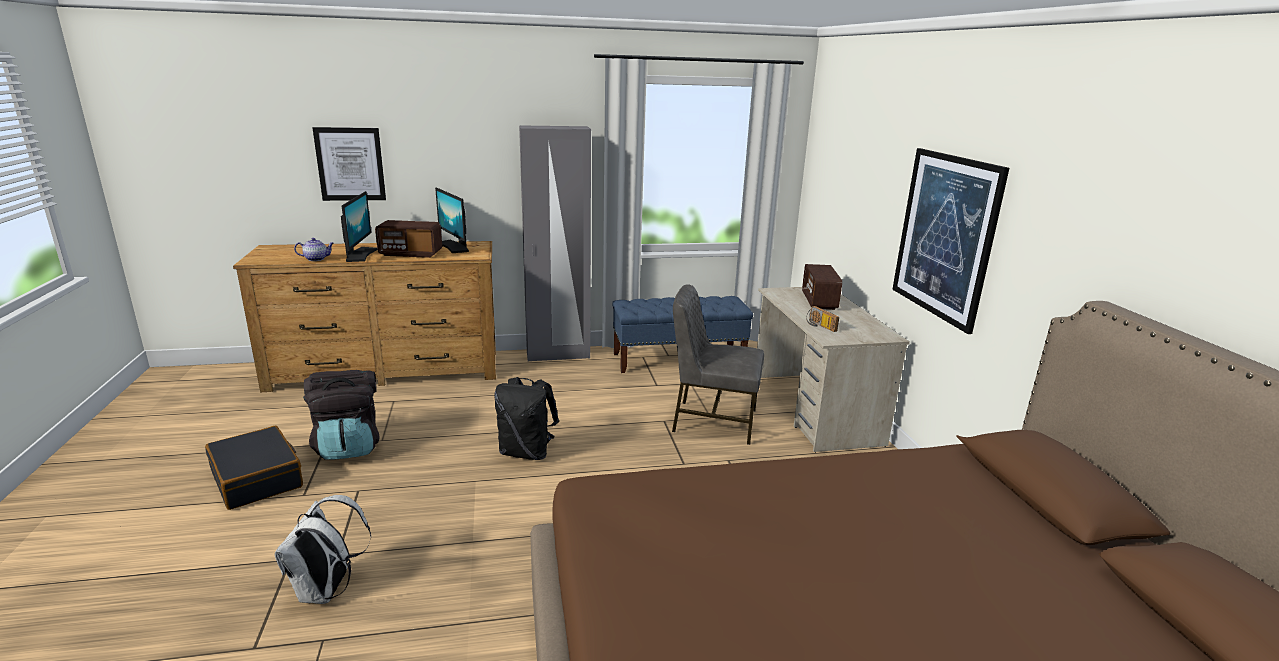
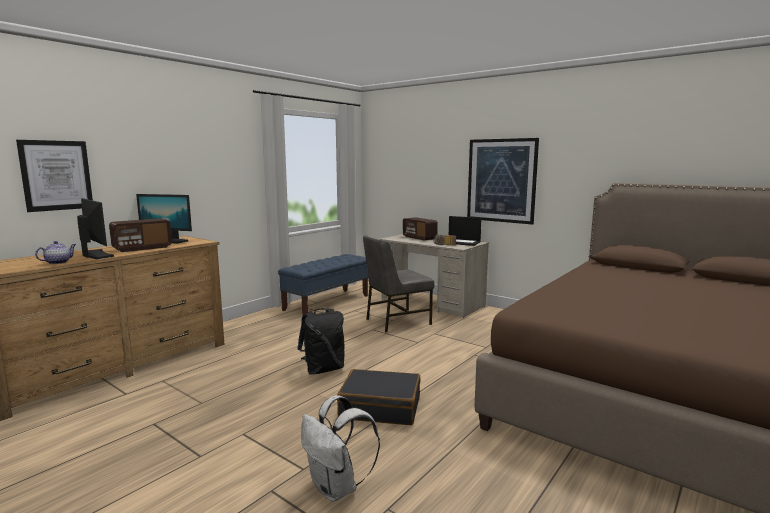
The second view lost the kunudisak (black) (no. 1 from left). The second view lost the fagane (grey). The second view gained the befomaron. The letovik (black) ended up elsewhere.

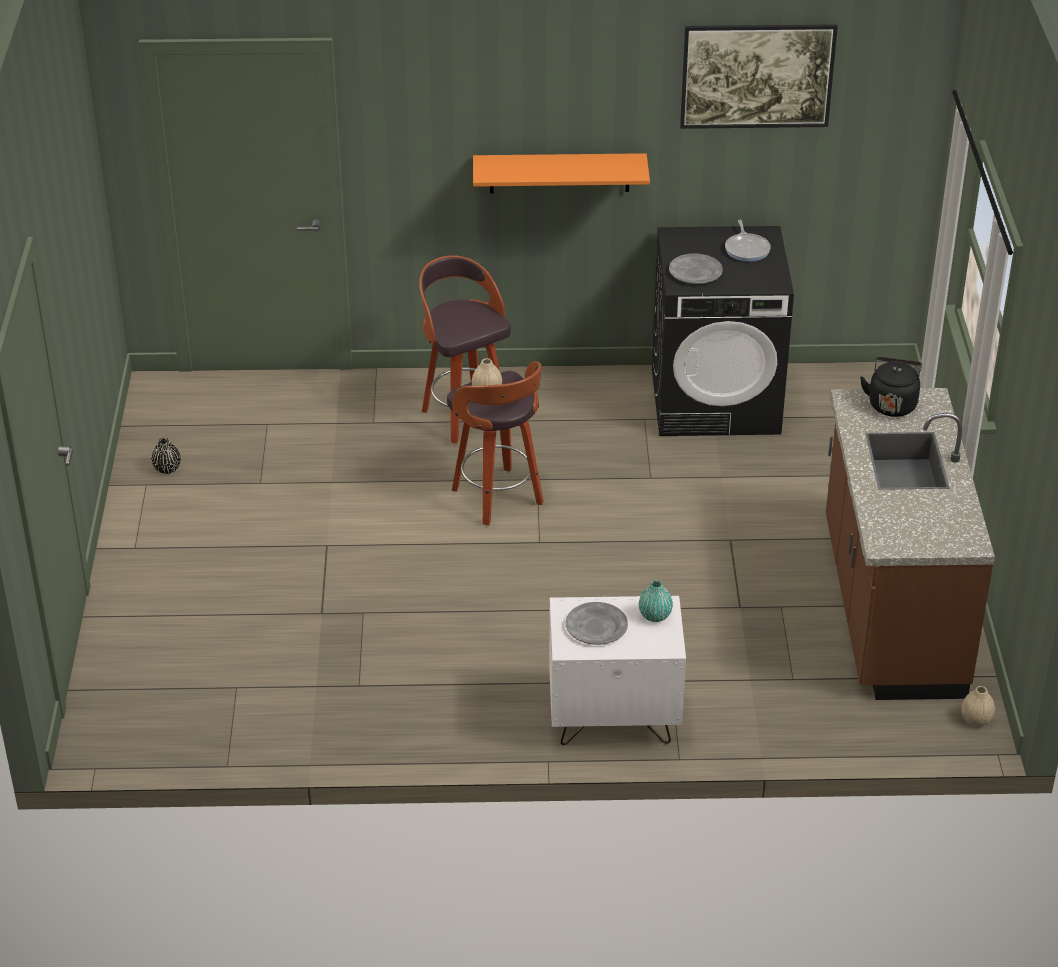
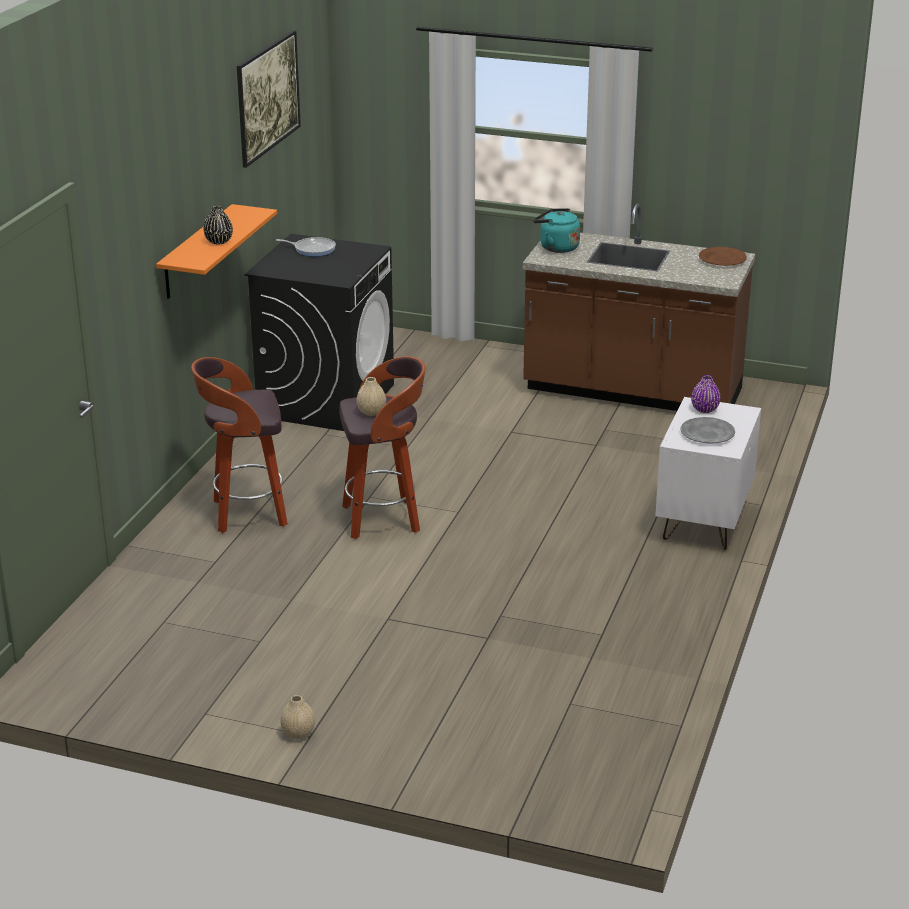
The second view lost the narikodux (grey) (no. 2 from left). The second view gained the narikodux (brown). The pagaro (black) ended up elsewhere. The pagaro (beige) (no. 2 from left in the first image) ended up elsewhere. What was the pagaro (turquoise) turned into the pagaro (purple). What was the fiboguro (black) turned into the fiboguro (turquoise).

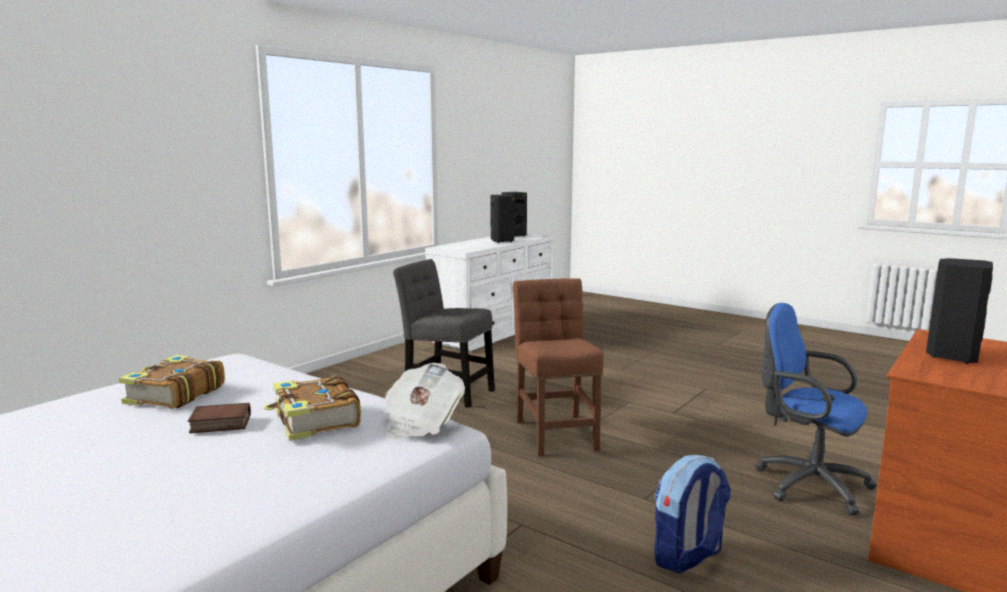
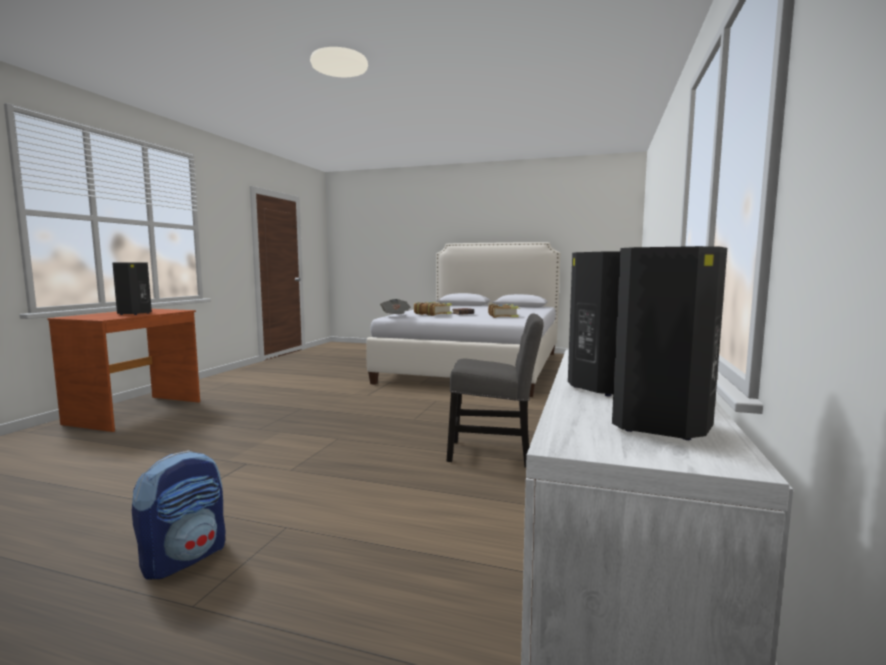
The second view lost the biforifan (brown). The second view lost the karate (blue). The kunudisak ended up elsewhere.

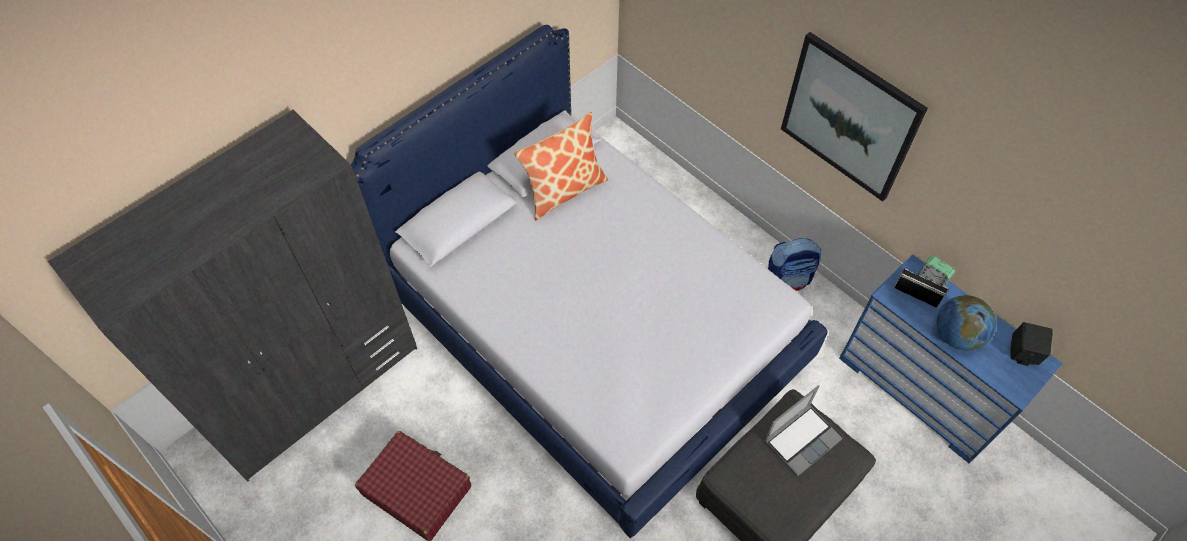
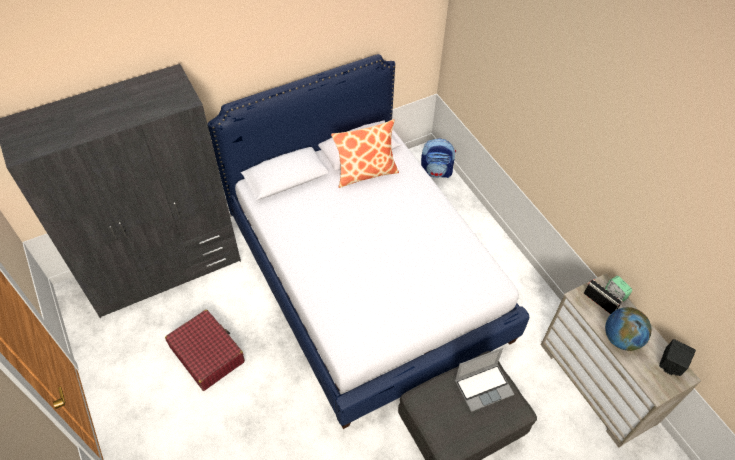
The second view lost the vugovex. The kunudisak ended up elsewhere. What was the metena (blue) turned into the metena (beige).

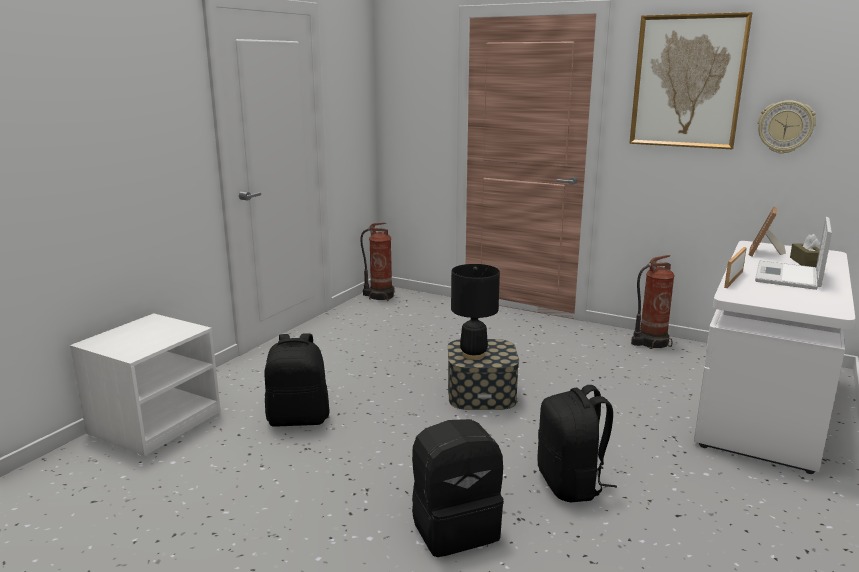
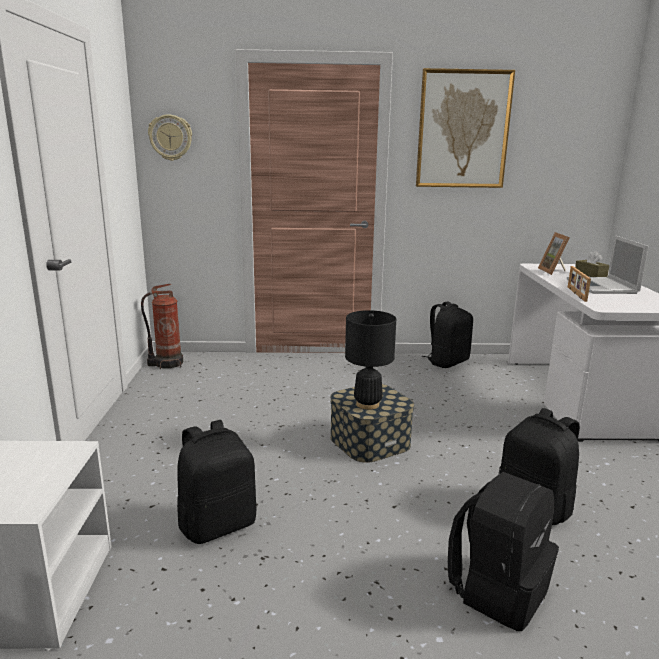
The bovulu ended up elsewhere. Where the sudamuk (no. 2 from left) stood, the kunudisak (black) (no. 2 from left) came to stand.

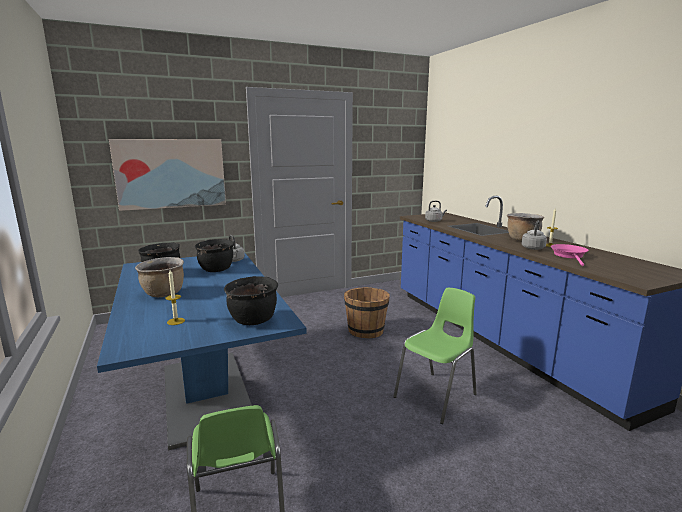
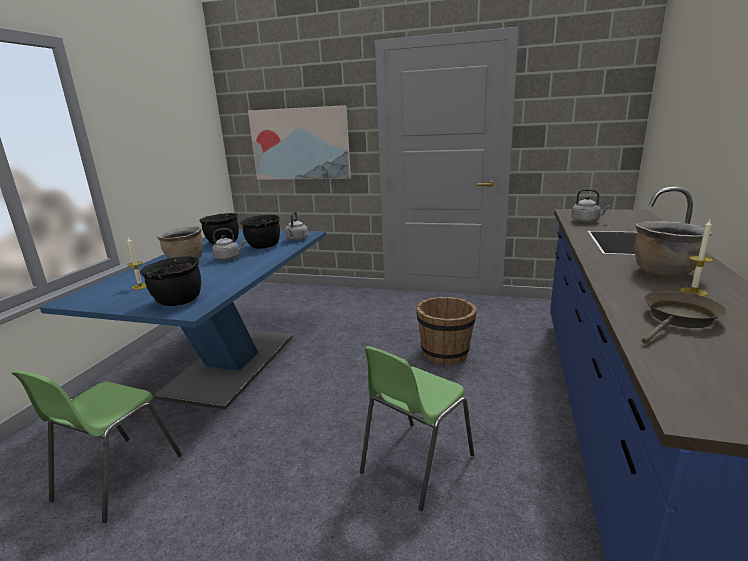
The fiboguro (grey) (no. 3 from left in the first image) ended up elsewhere. What was the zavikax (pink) turned into the zavikax (brown). The biforifan (green) (no. 2 from left) ended up facing another way, 135 degrees clockwise from before.

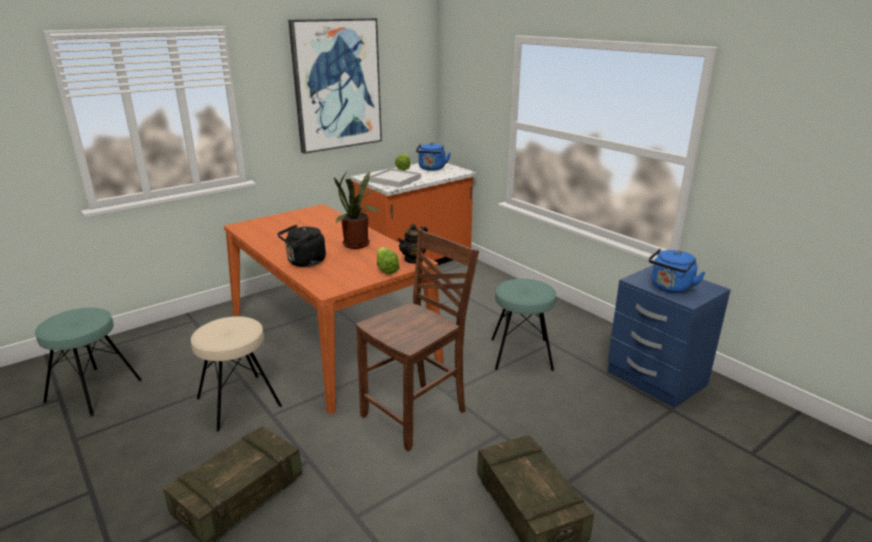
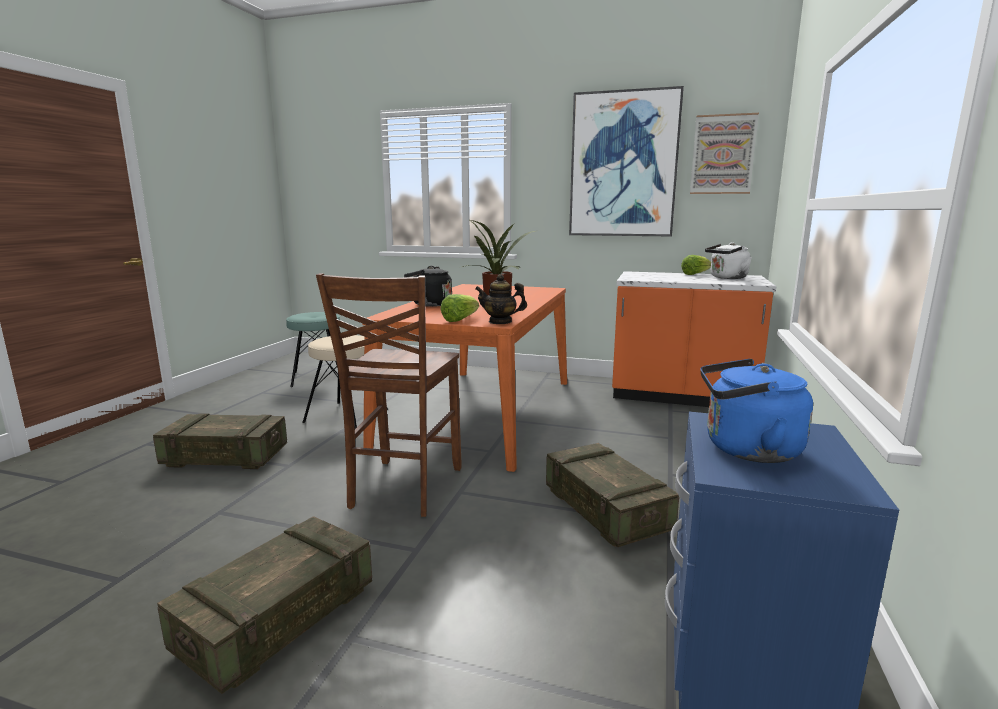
The second view lost the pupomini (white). The second view gained the vugovex (no. 2 from left). Where the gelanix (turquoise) (no. 2 from left) stood, the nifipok (no. 3 from left) came to stand. What was the fiboguro (blue) (no. 1 from left) turned into the fiboguro (white). The biforifan (brown) ended up facing another way, 90 degrees clockwise from before.

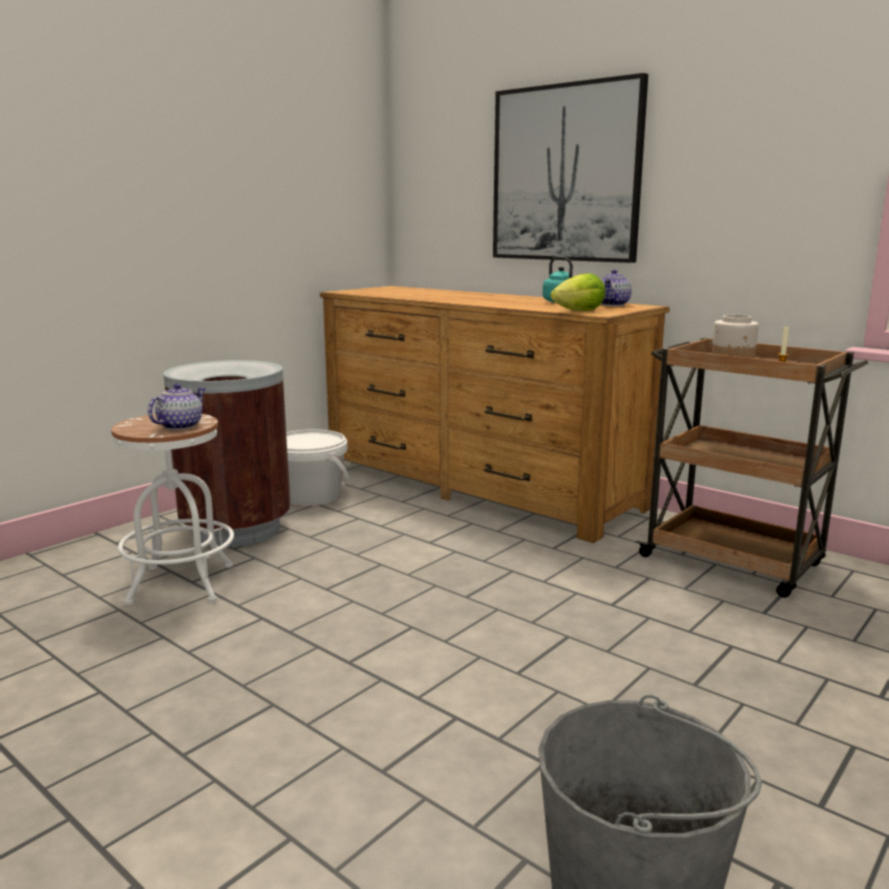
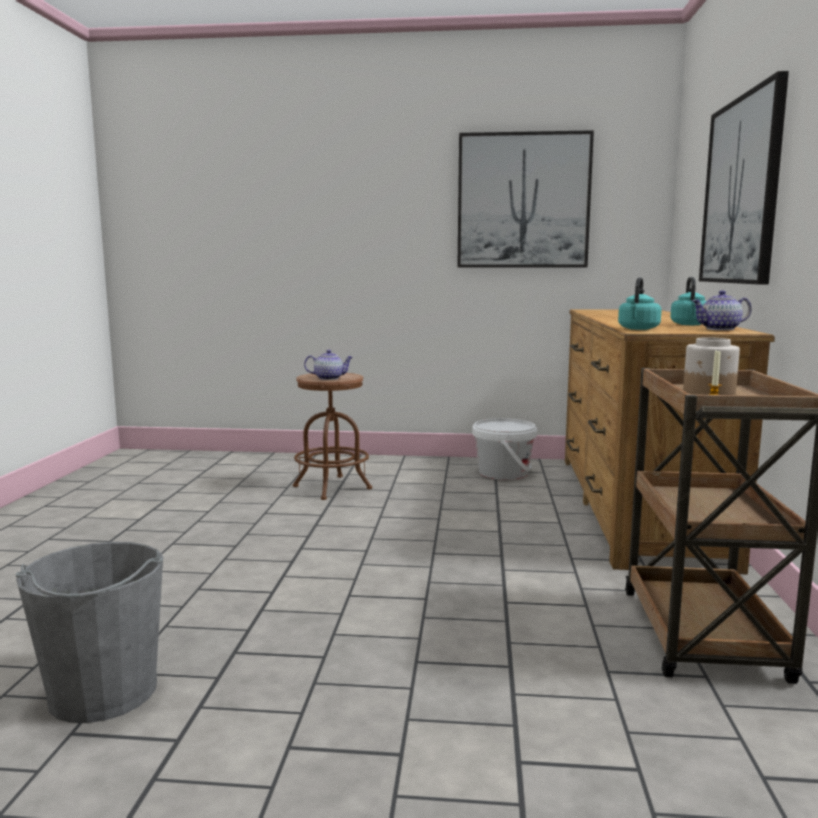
The second view lost the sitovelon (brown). The second view gained the vugovex (no. 1 from left). Where the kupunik stood, the fiboguro (turquoise) (no. 1 from left) came to stand. What was the gelanix (white) turned into the gelanix (brown).

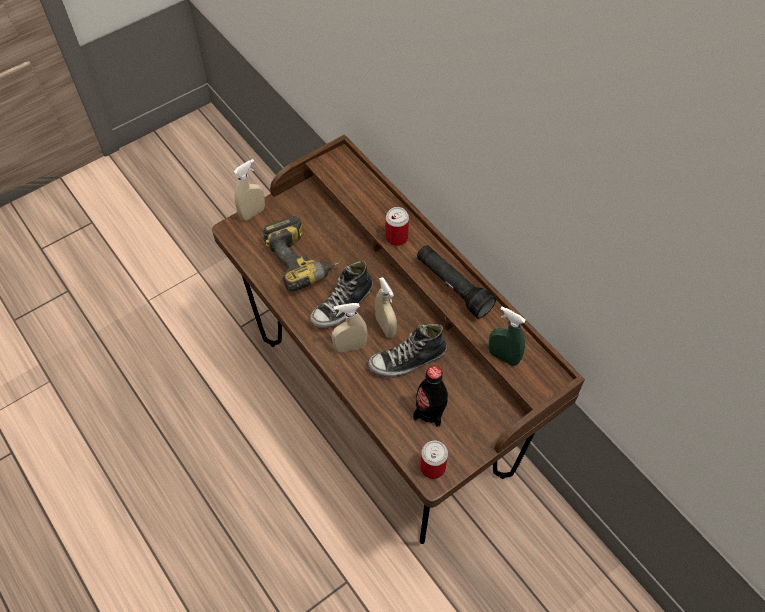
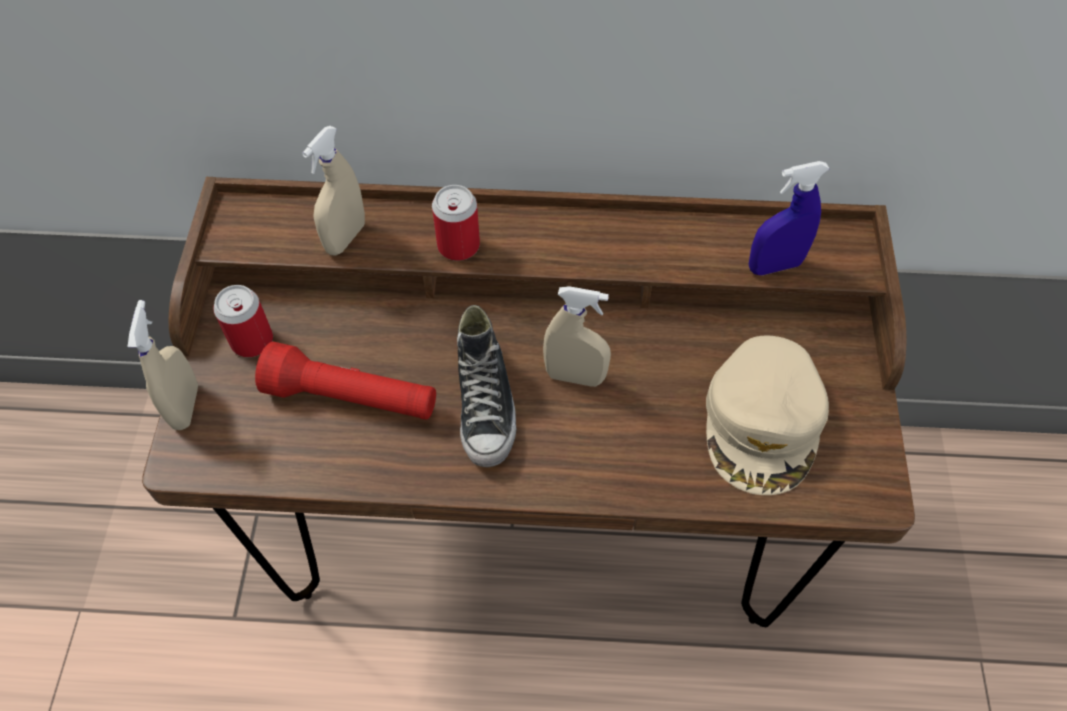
The second view lost the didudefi (no. 2 from left). The second view lost the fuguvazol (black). The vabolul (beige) (no. 2 from left) ended up elsewhere. The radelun (no. 2 from left in the first image) ended up elsewhere. Where the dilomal stood, the fuguvazol (red) came to stand. Where the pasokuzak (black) stood, the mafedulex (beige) came to stand. What was the vabolul (green) turned into the vabolul (blue).

